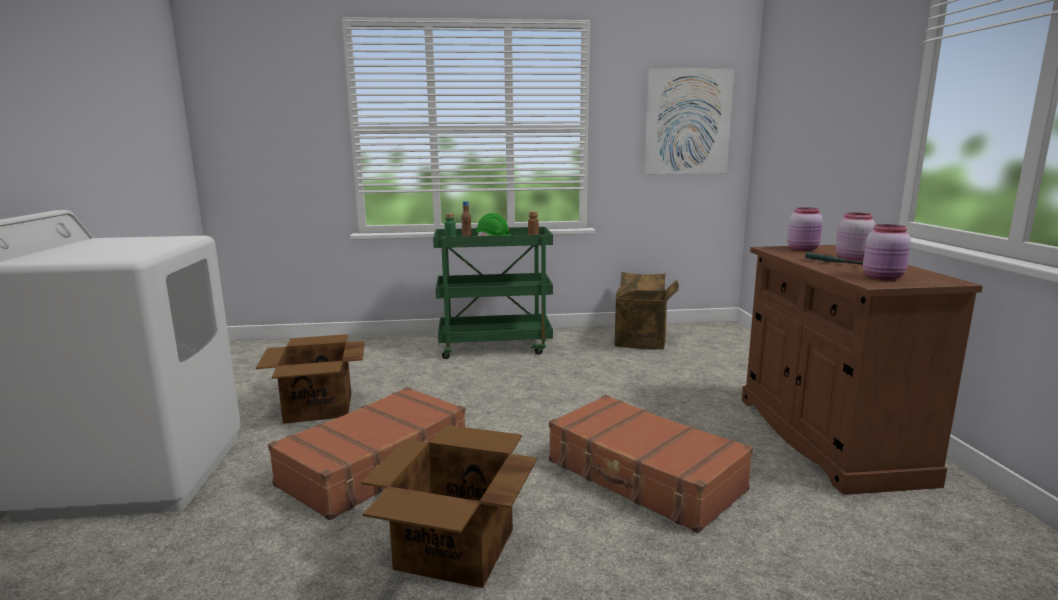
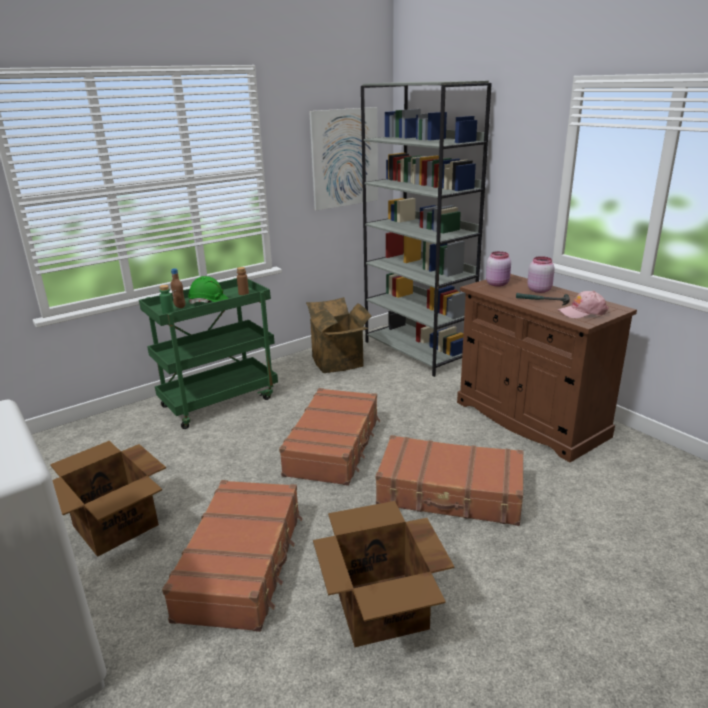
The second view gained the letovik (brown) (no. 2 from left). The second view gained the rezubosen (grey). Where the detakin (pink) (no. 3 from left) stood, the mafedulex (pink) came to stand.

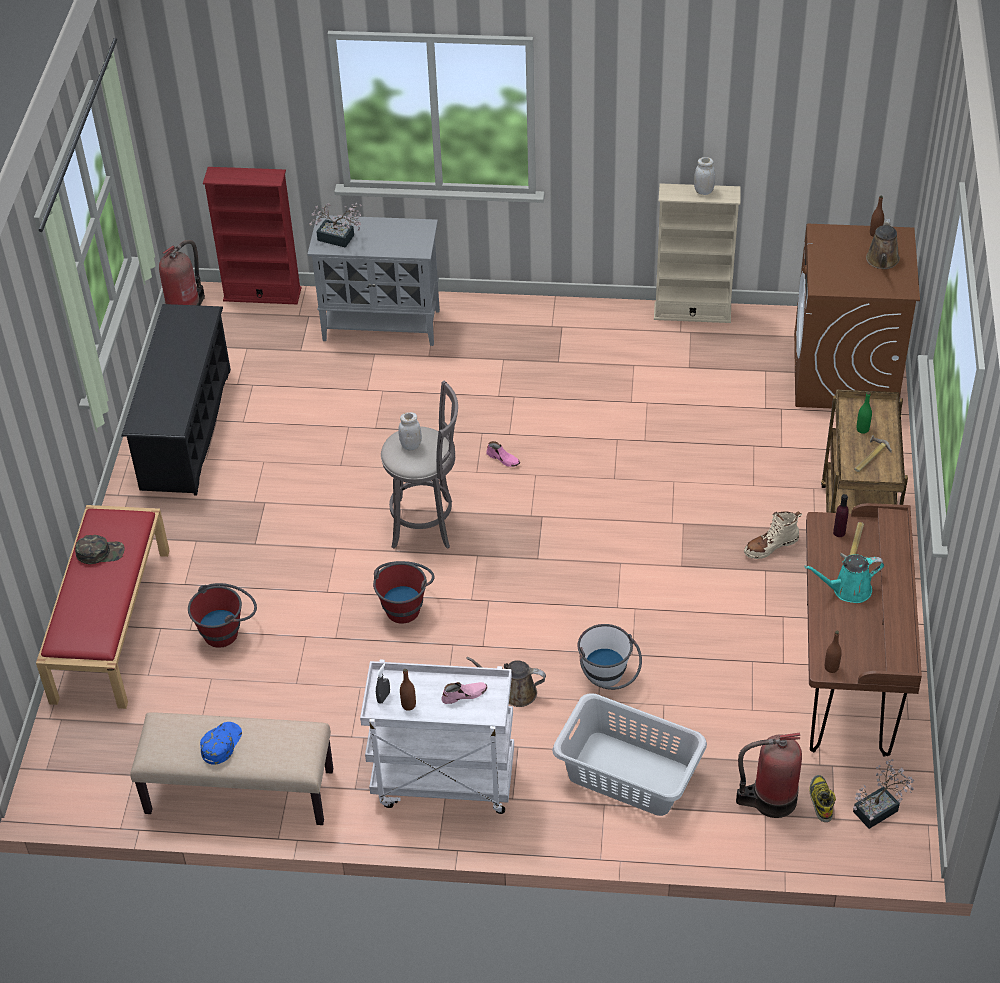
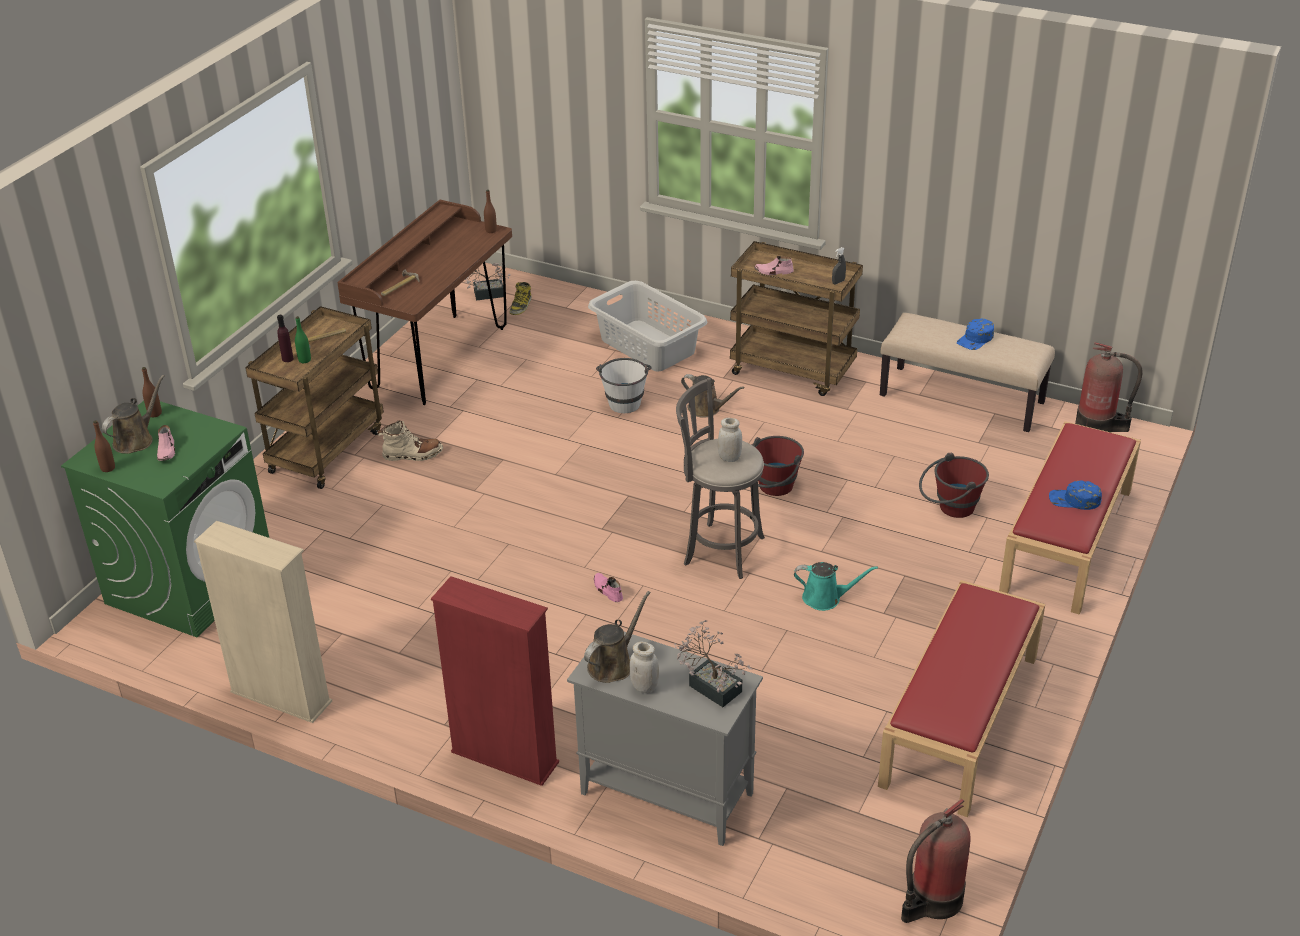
The second view gained the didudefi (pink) (no. 1 from left). The second view gained the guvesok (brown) (no. 2 from left). The rezubosen (red) ended up elsewhere. The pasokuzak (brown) (no. 1 from left in the first image) ended up elsewhere. The detakin (white) (no. 2 from left in the first image) ended up elsewhere. The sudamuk (no. 2 from left) ended up elsewhere. The guvesok (turquoise) ended up elsewhere. The pasokuzak (purple) ended up elsewhere. Where the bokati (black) stood, the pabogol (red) (no. 1 from left) came to stand. What was the mafedulex (green) turned into the mafedulex (blue) (no. 2 from left). What was the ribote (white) turned into the ribote (brown) (no. 2 from left). What was the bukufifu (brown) turned into the bukufifu (green).

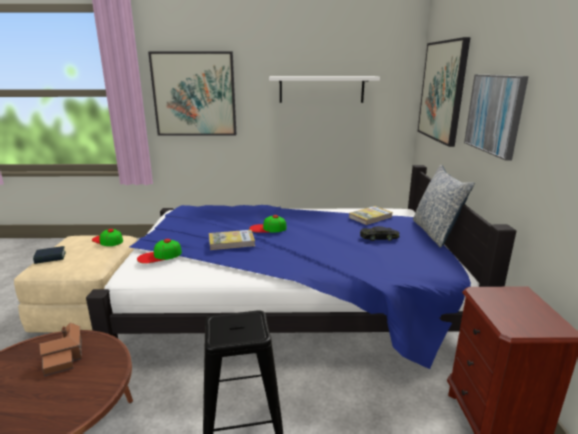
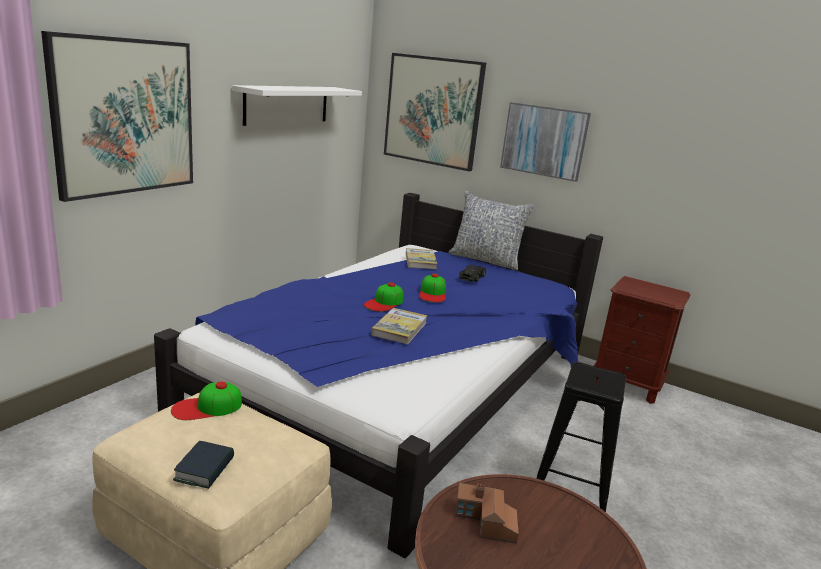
The mafedulex (no. 2 from left in the first image) ended up elsewhere.

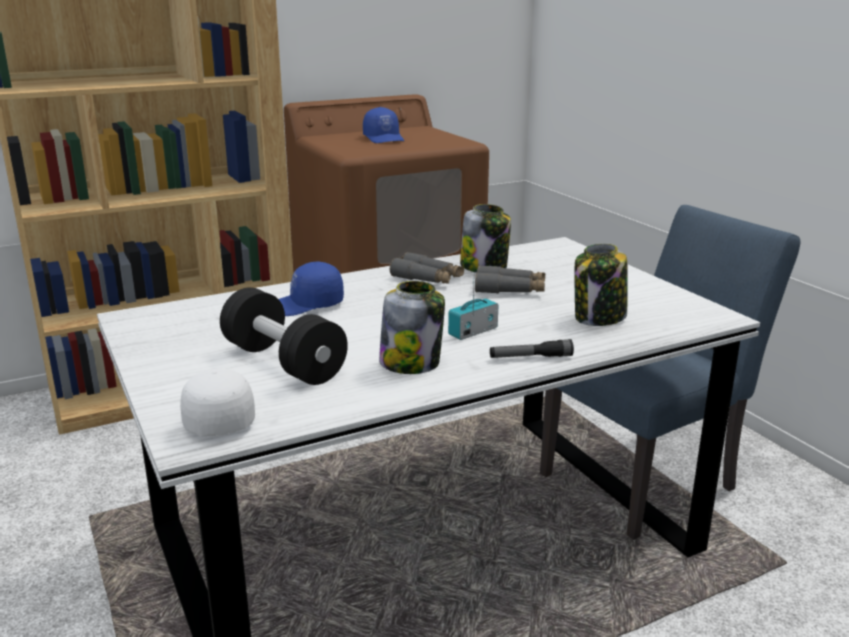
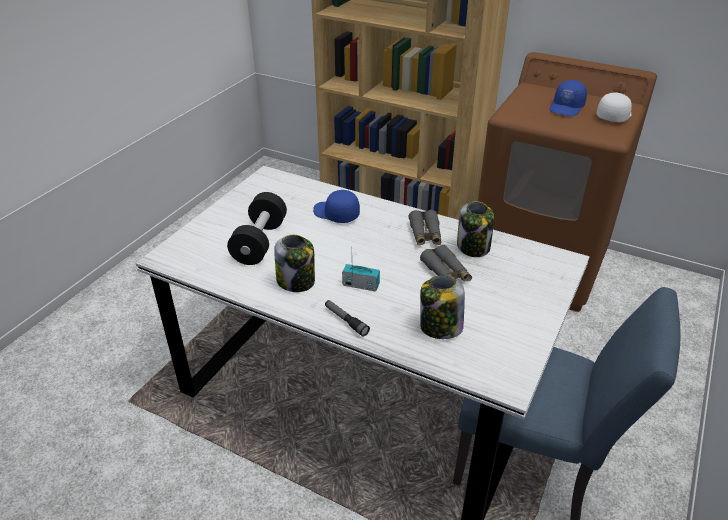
The mafedulex (white) ended up elsewhere.

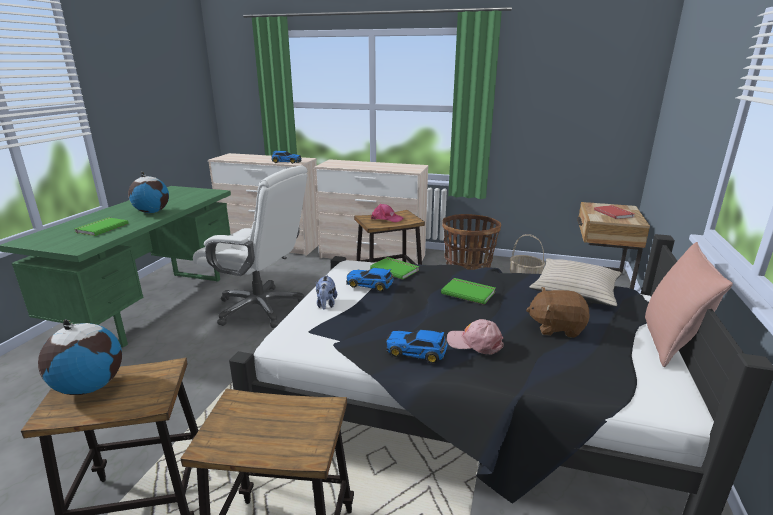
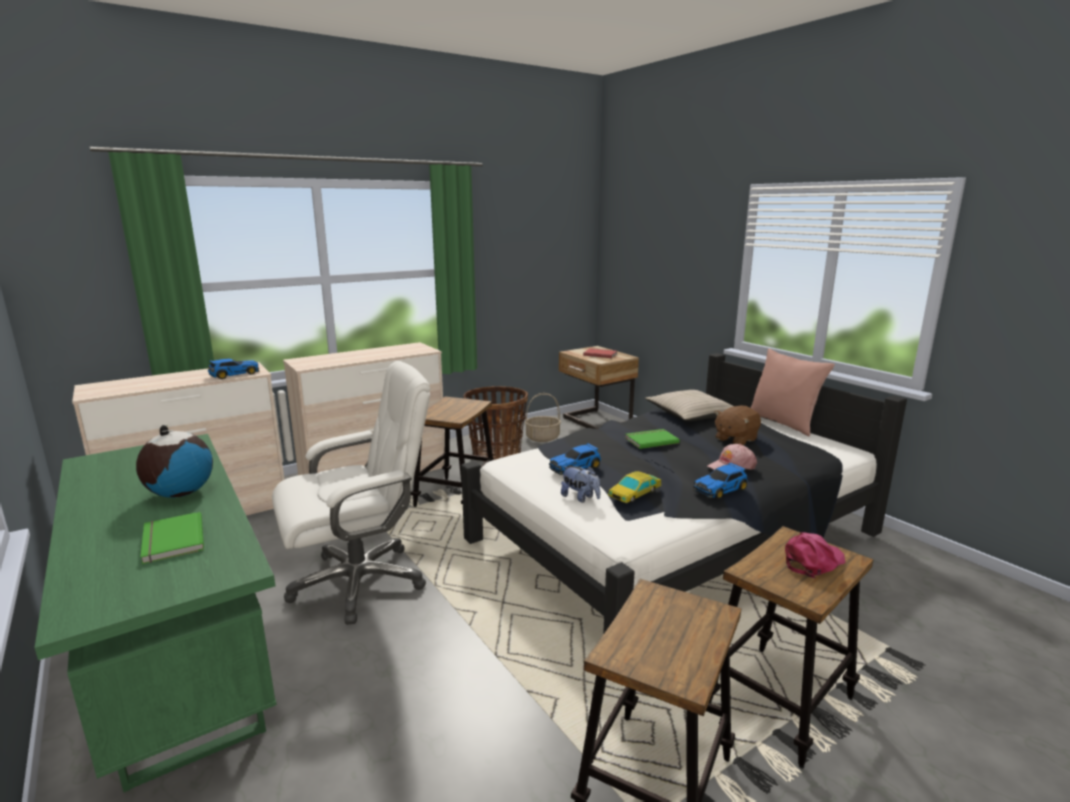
The second view lost the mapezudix (no. 1 from left). The second view lost the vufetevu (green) (no. 2 from left). The second view gained the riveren (no. 3 from left). The mafedulex (pink) (no. 1 from left in the first image) ended up elsewhere.

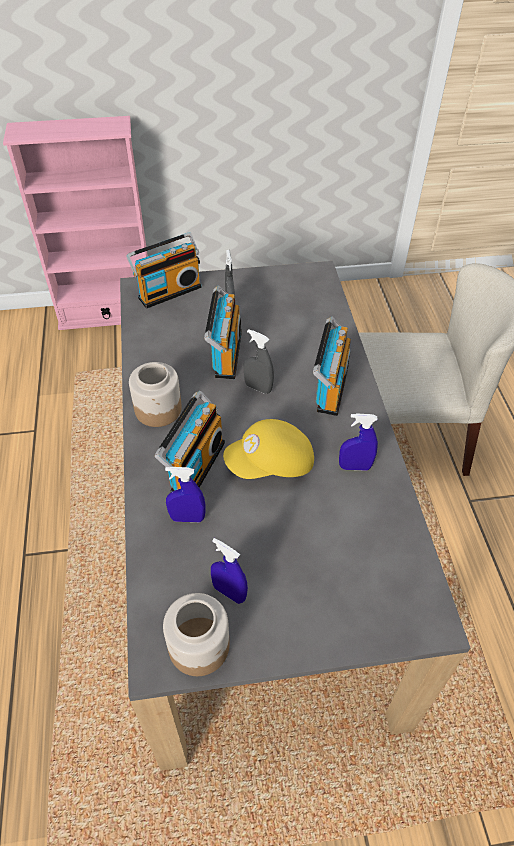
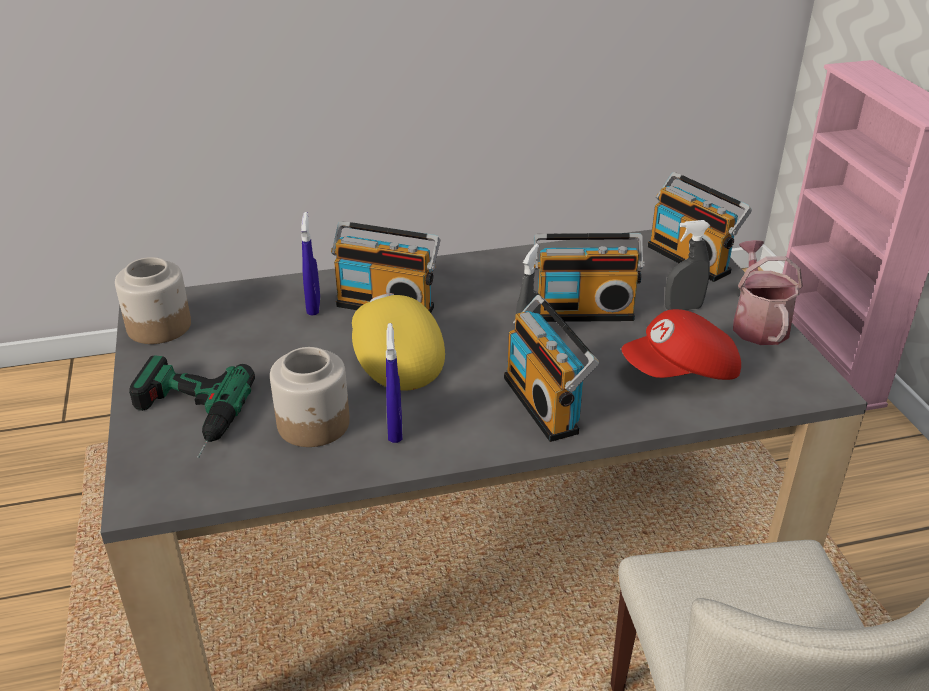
The second view lost the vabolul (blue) (no. 2 from left). The second view gained the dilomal. The second view gained the mafedulex (red). The second view gained the guvesok. The detakin (no. 1 from left in the first image) ended up elsewhere. The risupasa (no. 4 from left in the first image) ended up facing another way, 60 degrees clockwise from before.

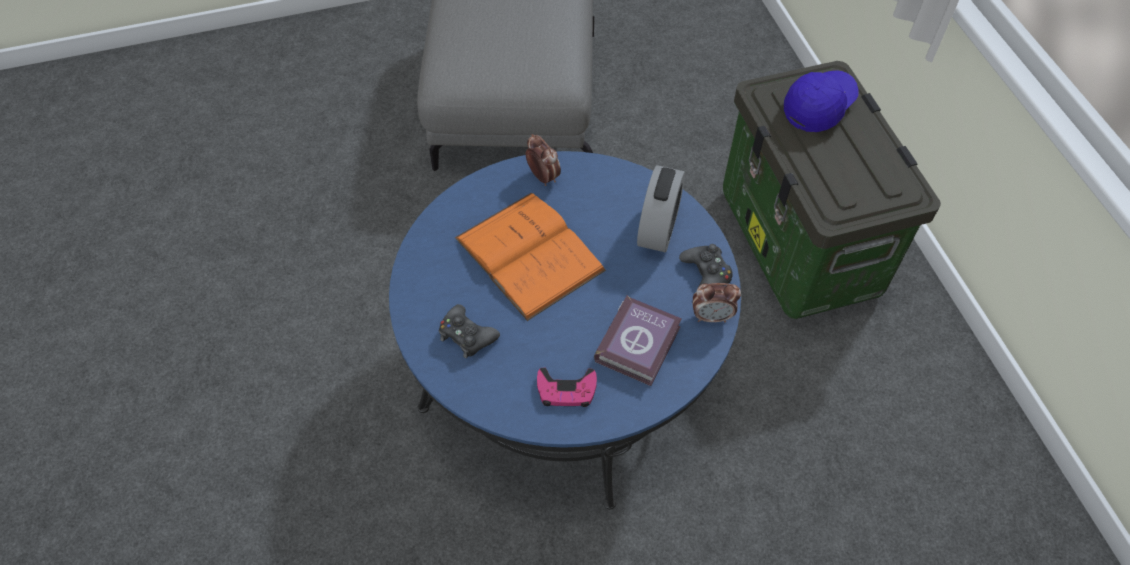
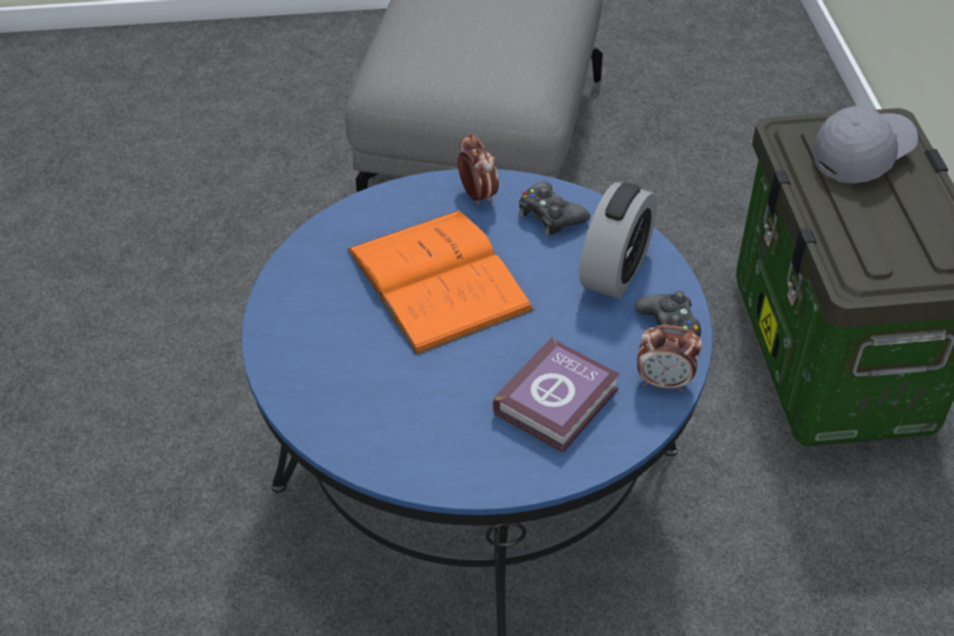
The second view lost the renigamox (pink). The renigamox (black) (no. 1 from left) ended up elsewhere. What was the mafedulex (blue) turned into the mafedulex (grey).

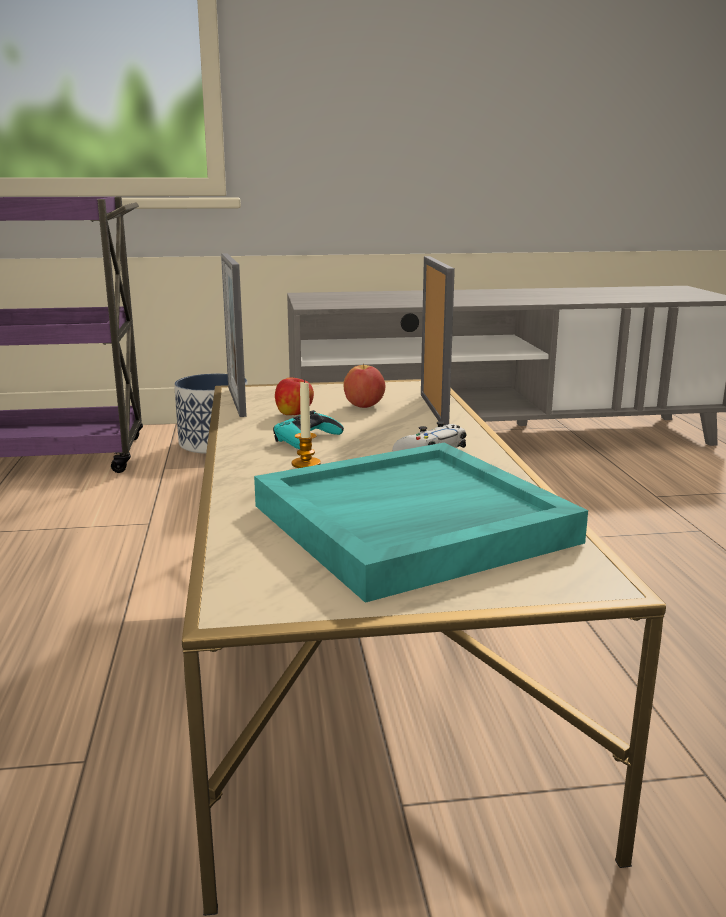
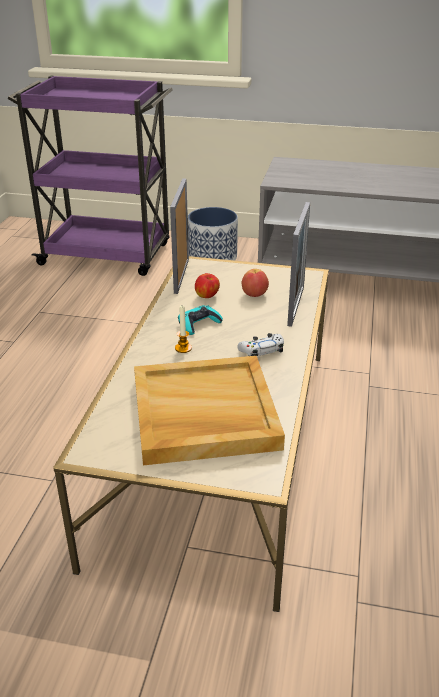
What was the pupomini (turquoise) turned into the pupomini (beige).

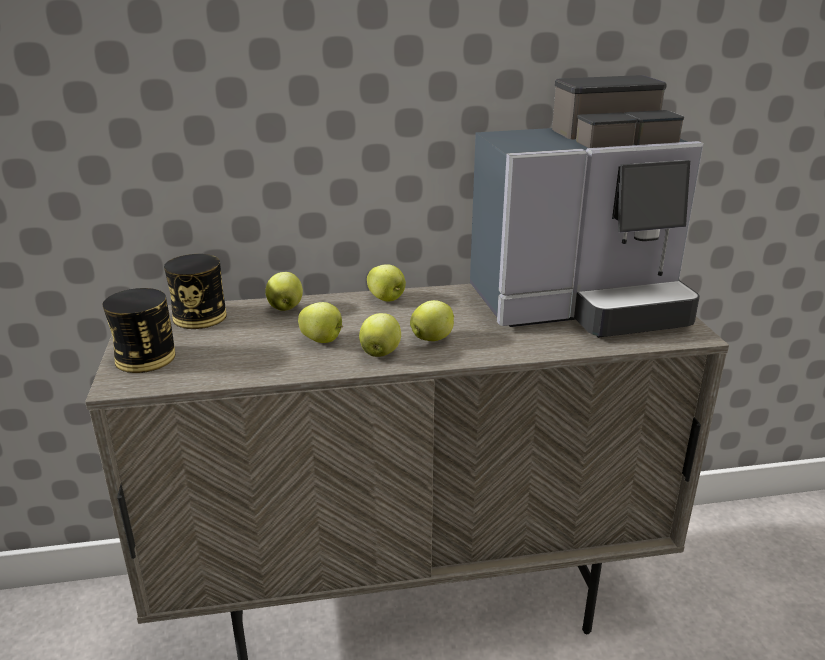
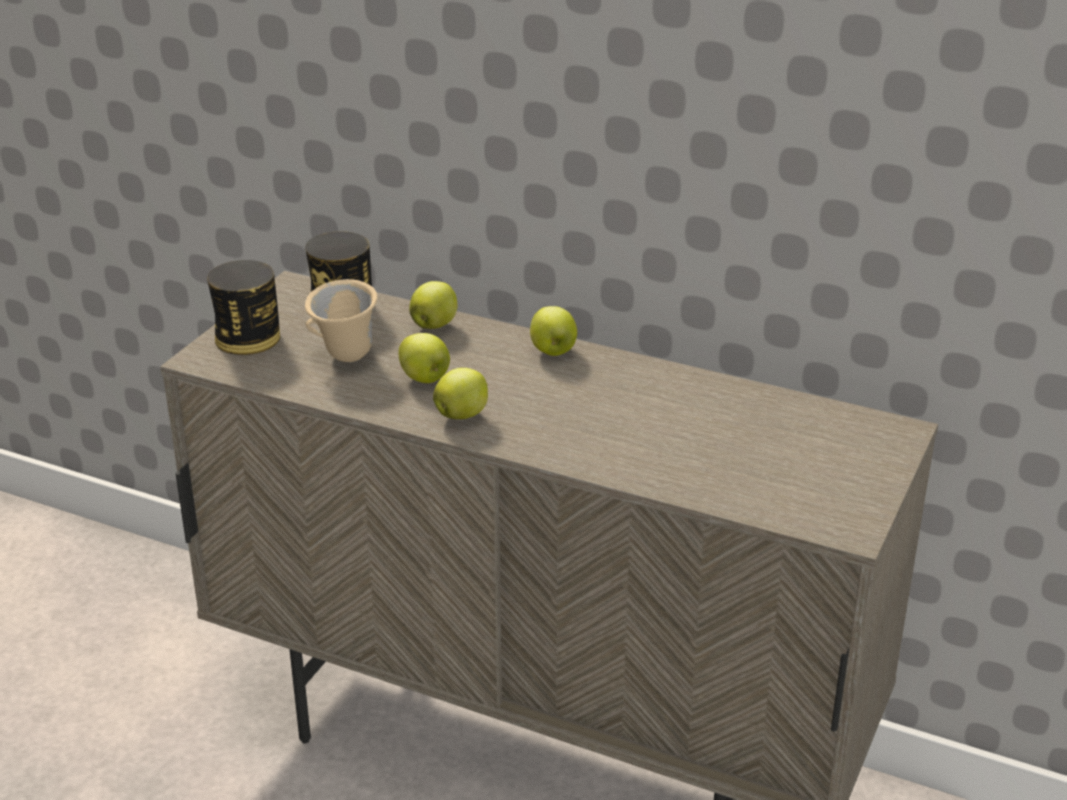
The second view lost the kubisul (no. 5 from left). The second view lost the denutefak. The second view gained the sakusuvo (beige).

